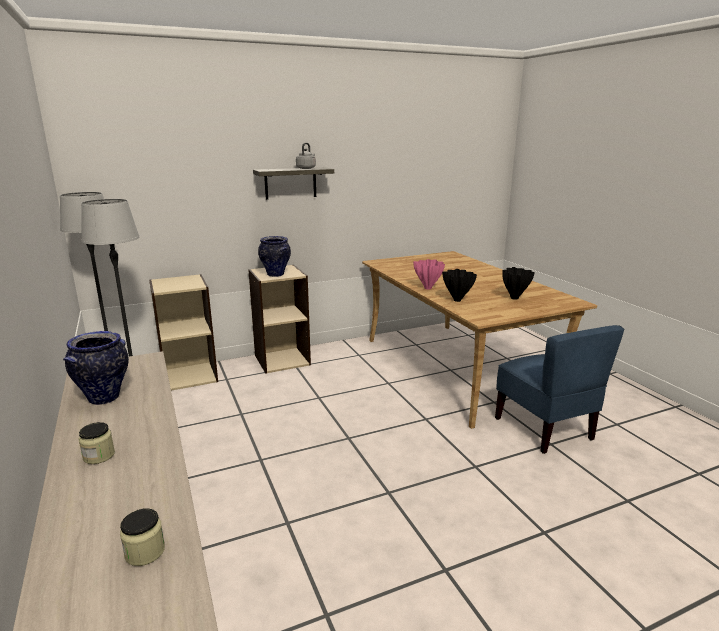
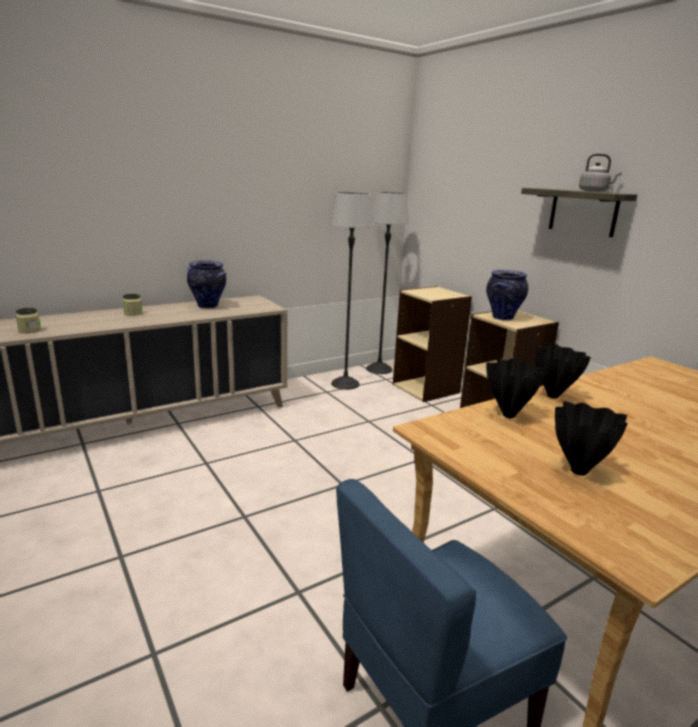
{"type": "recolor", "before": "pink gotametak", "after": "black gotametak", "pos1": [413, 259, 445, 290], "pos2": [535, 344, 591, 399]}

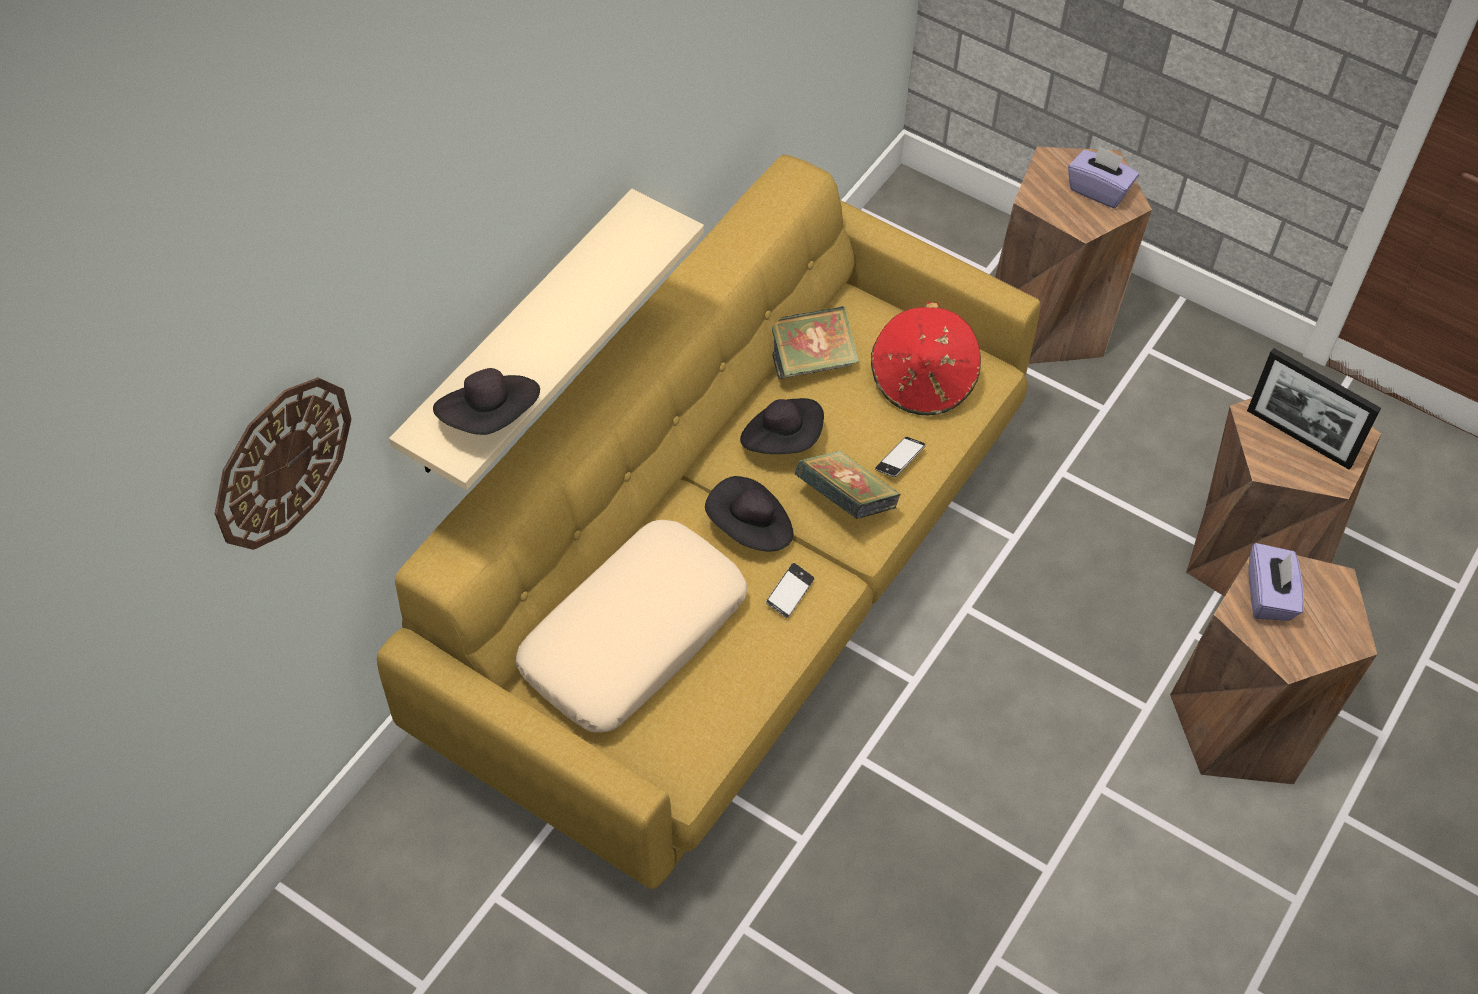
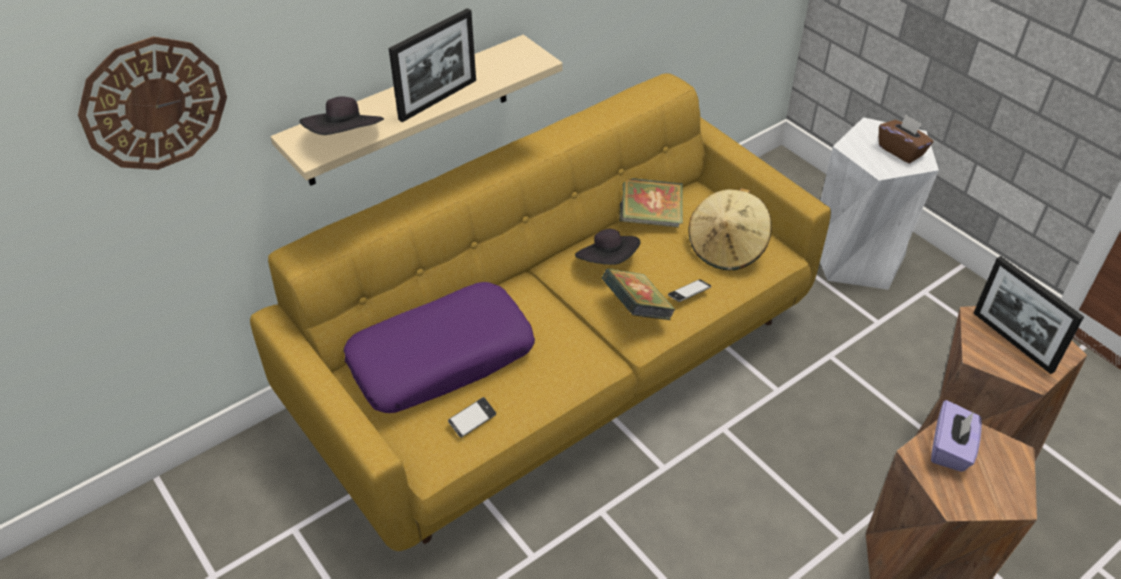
{"type": "recolor", "before": "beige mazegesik", "after": "purple mazegesik", "pos1": [516, 520, 747, 733], "pos2": [344, 282, 535, 413]}
{"type": "delete", "before": "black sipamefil", "pos1": [705, 476, 793, 551]}
{"type": "move", "before": "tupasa", "pos1": [766, 563, 814, 618], "pos2": [448, 397, 496, 438]}
{"type": "recolor", "before": "red sipamefil", "after": "beige sipamefil", "pos1": [871, 302, 981, 415], "pos2": [688, 188, 772, 271]}
{"type": "recolor", "before": "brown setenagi", "after": "white setenagi", "pos1": [995, 147, 1152, 364], "pos2": [820, 117, 939, 289]}
{"type": "recolor", "before": "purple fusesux", "after": "brown fusesux", "pos1": [1068, 146, 1139, 208], "pos2": [879, 114, 933, 164]}
{"type": "insert", "after": "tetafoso", "pos2": [389, 8, 476, 122]}

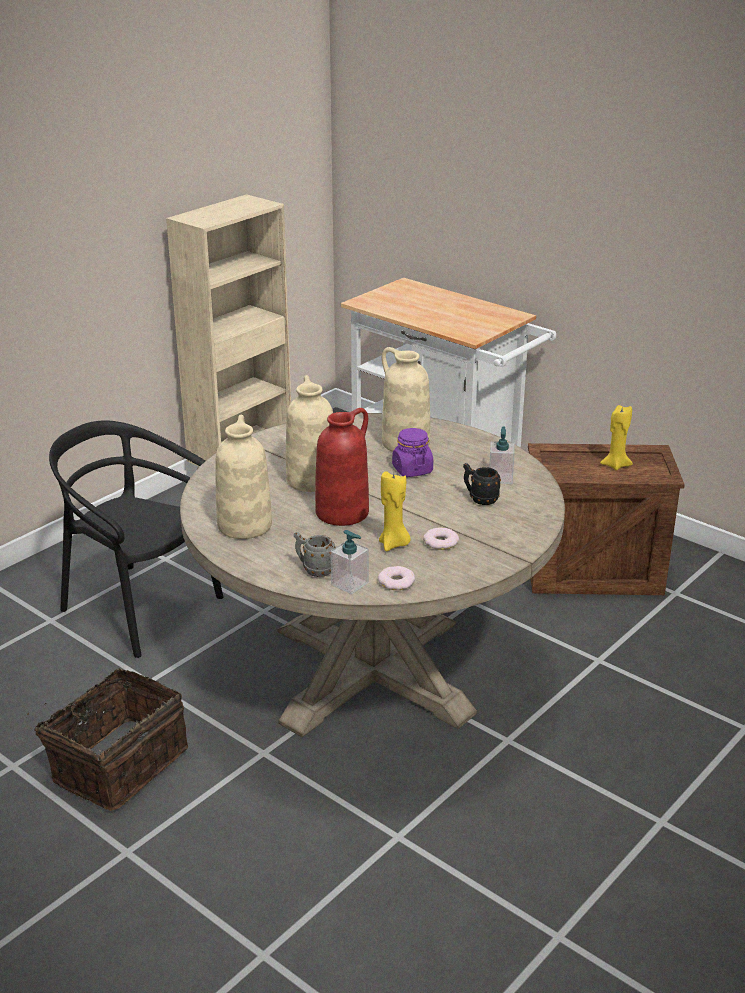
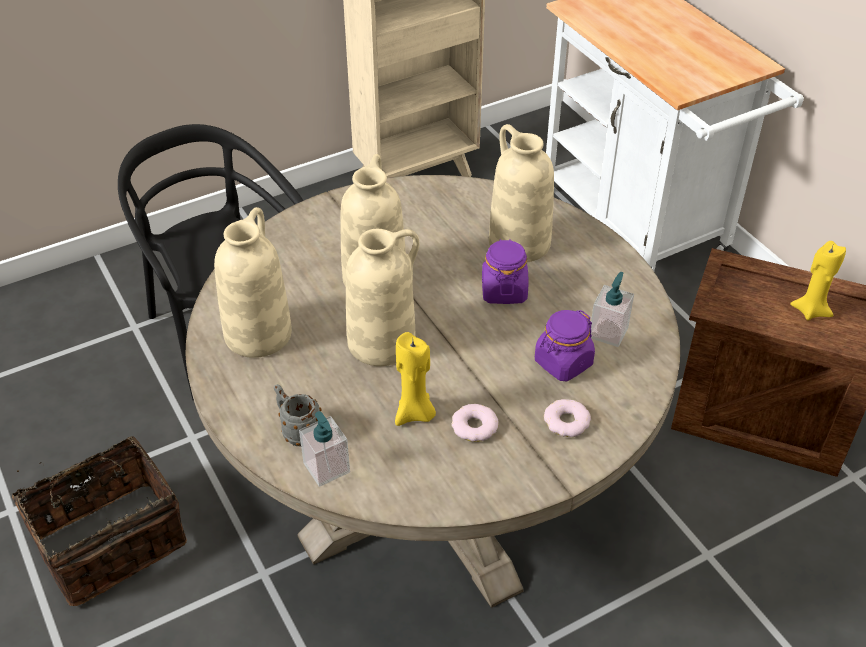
{"type": "recolor", "before": "red gotametak", "after": "beige gotametak", "pos1": [315, 408, 369, 526], "pos2": [346, 229, 420, 366]}
{"type": "move", "before": "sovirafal", "pos1": [378, 566, 415, 590], "pos2": [544, 399, 591, 437]}
{"type": "replace", "before": "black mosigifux", "after": "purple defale", "pos1": [463, 463, 501, 505], "pos2": [535, 310, 595, 381]}

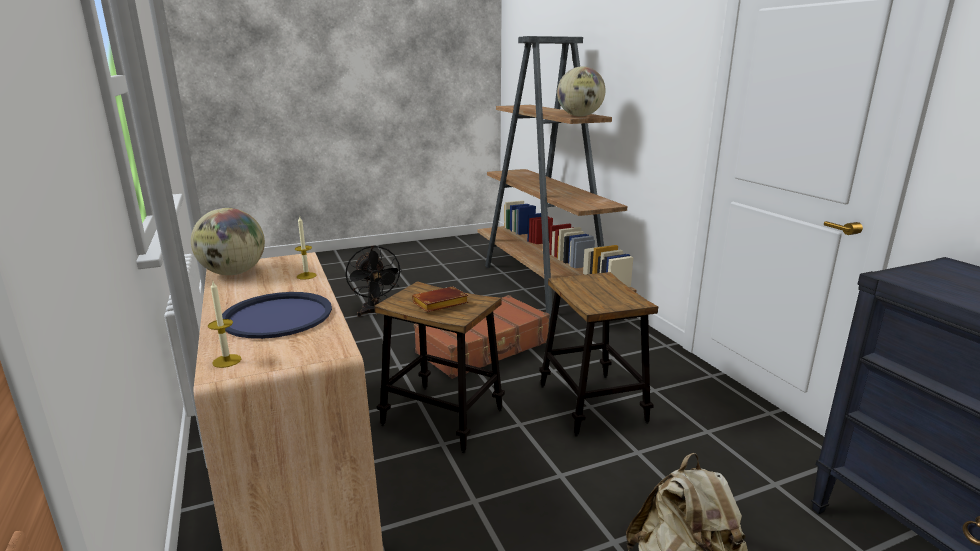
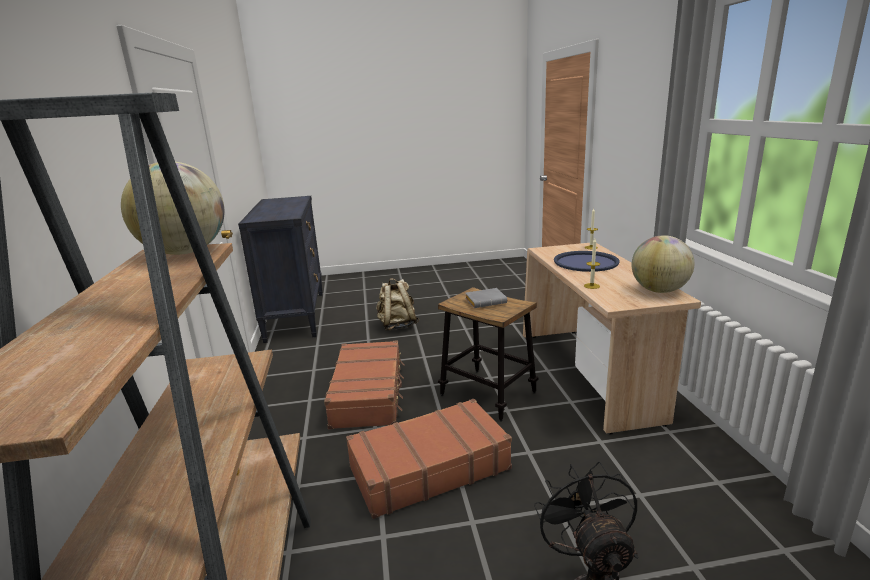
{"type": "recolor", "before": "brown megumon", "after": "grey megumon", "pos1": [412, 286, 469, 312], "pos2": [465, 288, 507, 308]}
{"type": "replace", "before": "setenagi", "after": "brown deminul", "pos1": [539, 272, 658, 436], "pos2": [324, 340, 404, 429]}

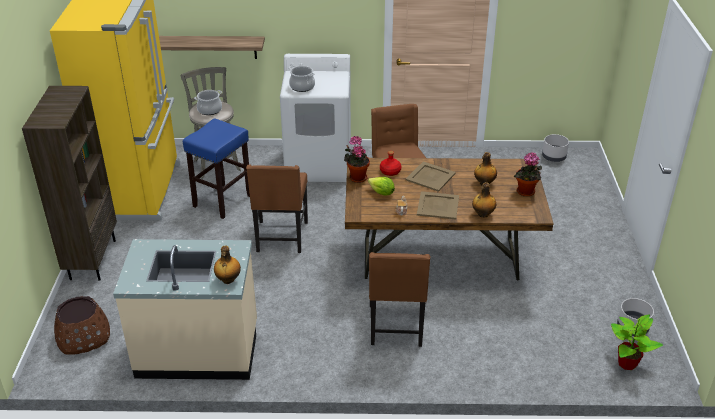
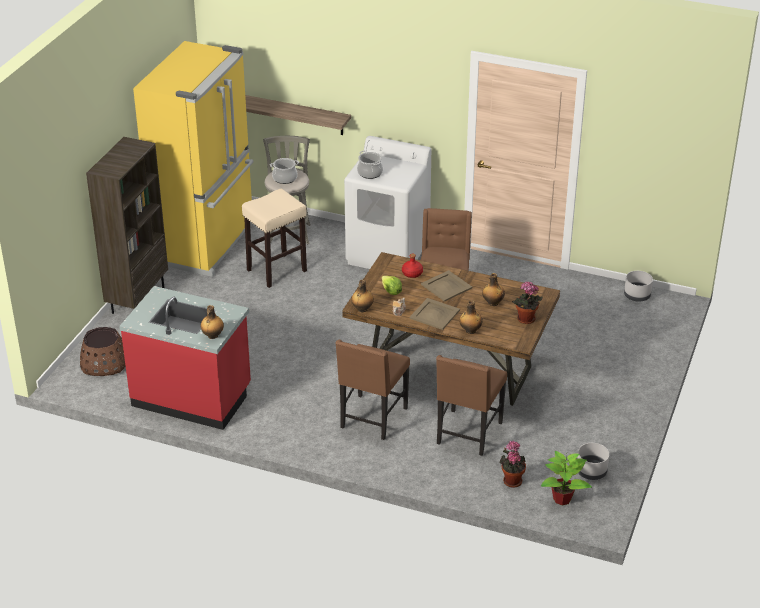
{"type": "recolor", "before": "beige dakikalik", "after": "red dakikalik", "pos1": [113, 239, 257, 380], "pos2": [119, 286, 251, 430]}
{"type": "recolor", "before": "blue setenagi", "after": "beige setenagi", "pos1": [183, 119, 250, 219], "pos2": [242, 189, 307, 288]}
{"type": "move", "before": "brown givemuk", "pos1": [246, 165, 308, 253], "pos2": [436, 355, 507, 456]}
{"type": "move", "before": "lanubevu", "pos1": [344, 136, 370, 183], "pos2": [500, 441, 526, 488]}
{"type": "insert", "after": "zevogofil", "pos2": [351, 280, 374, 312]}

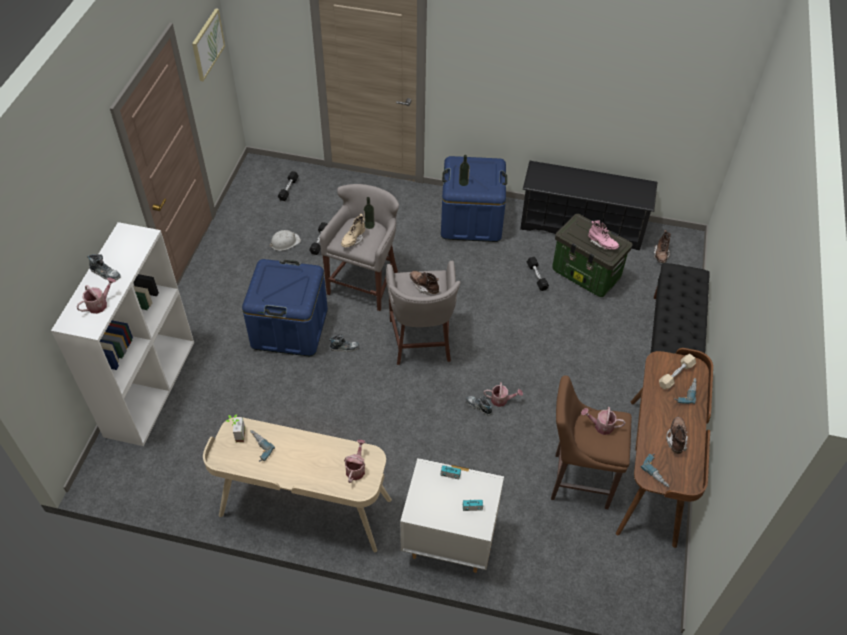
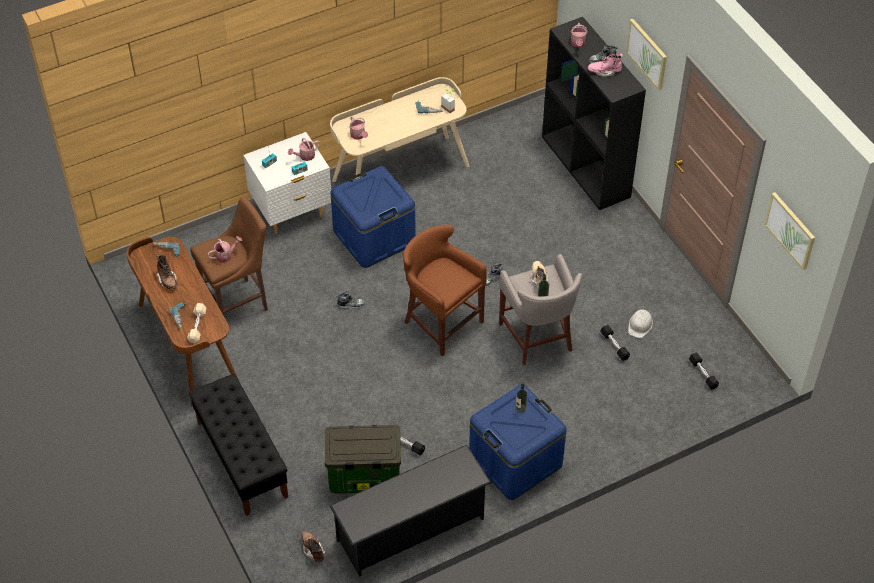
{"type": "recolor", "before": "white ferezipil", "after": "black ferezipil", "pos1": [51, 222, 194, 446], "pos2": [542, 17, 646, 210]}
{"type": "move", "before": "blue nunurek", "pos1": [242, 259, 328, 356], "pos2": [330, 166, 416, 268]}
{"type": "recolor", "before": "grey setenagi", "after": "brown setenagi", "pos1": [386, 261, 461, 365], "pos2": [403, 225, 486, 357]}
{"type": "delete", "before": "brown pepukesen", "pos1": [410, 271, 439, 295]}
{"type": "move", "before": "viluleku", "pos1": [484, 382, 523, 407], "pos2": [288, 138, 320, 161]}
{"type": "move", "before": "pink pepukesen", "pos1": [588, 220, 619, 250], "pos2": [588, 54, 623, 76]}
{"type": "insert", "after": "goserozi", "pos2": [626, 19, 667, 90]}

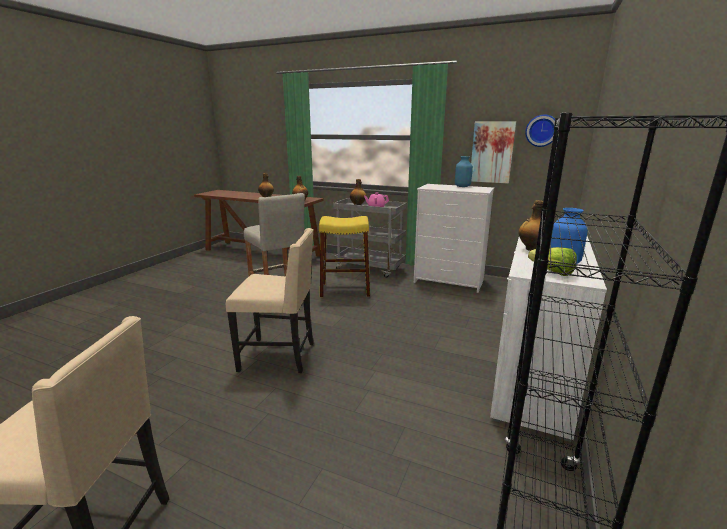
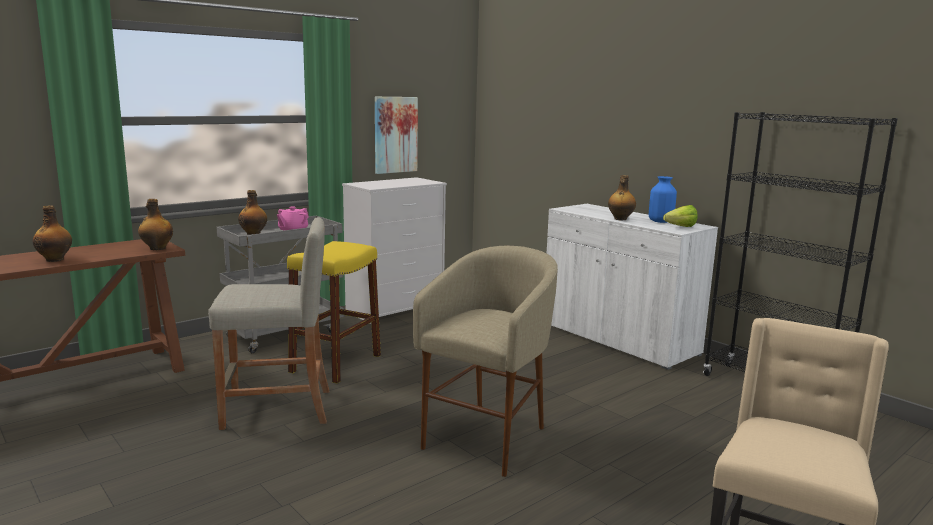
{"type": "replace", "before": "beige givemuk", "after": "beige setenagi", "pos1": [226, 228, 314, 373], "pos2": [413, 246, 558, 477]}
{"type": "delete", "before": "blue gotametak", "pos1": [455, 156, 473, 187]}
{"type": "delete", "before": "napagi", "pos1": [525, 114, 555, 147]}

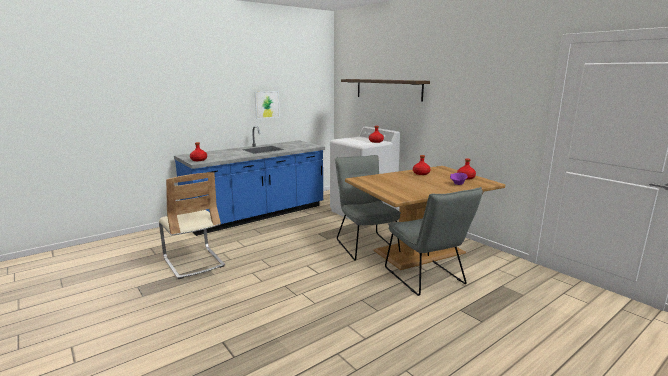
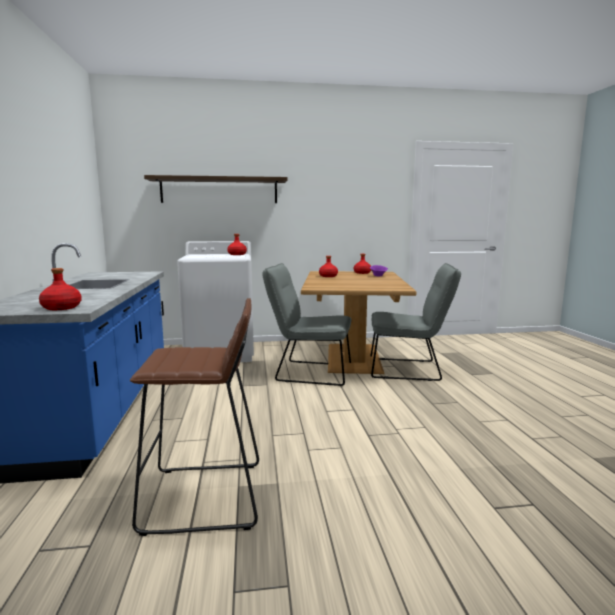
{"type": "replace", "before": "beige givemuk", "after": "brown setenagi", "pos1": [159, 172, 225, 279], "pos2": [130, 298, 259, 536]}
{"type": "delete", "before": "goserozi", "pos1": [255, 91, 280, 119]}

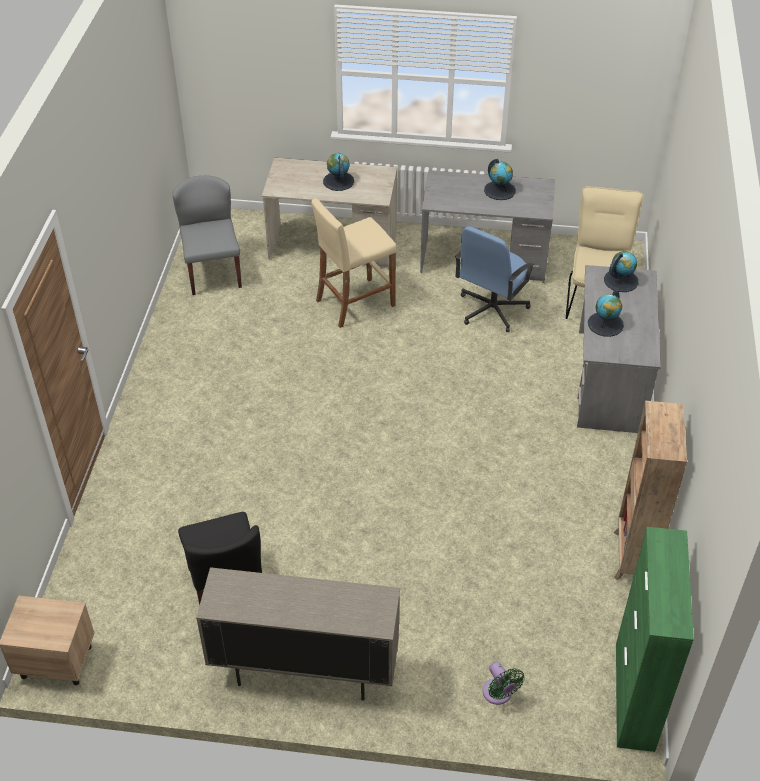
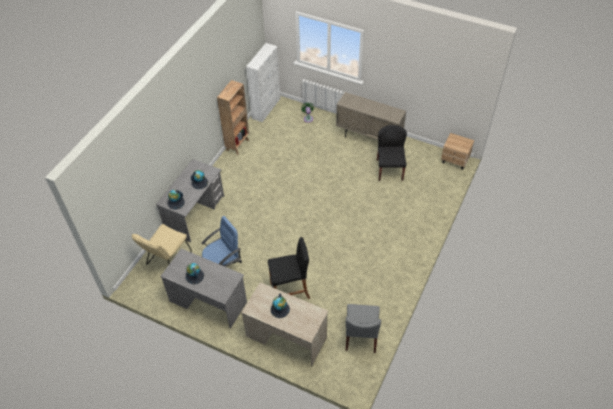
{"type": "recolor", "before": "beige setenagi", "after": "black setenagi", "pos1": [311, 198, 396, 328], "pos2": [268, 237, 310, 299]}
{"type": "recolor", "before": "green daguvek", "after": "white daguvek", "pos1": [616, 527, 694, 752], "pos2": [246, 43, 280, 122]}

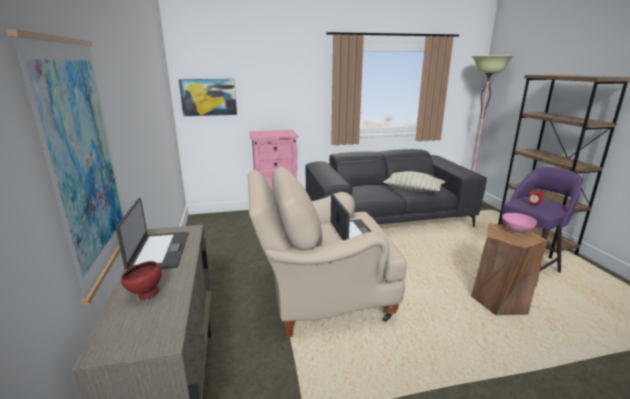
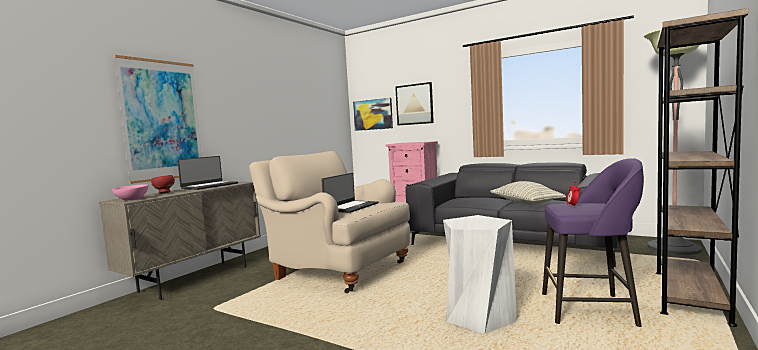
{"type": "recolor", "before": "brown setenagi", "after": "white setenagi", "pos1": [471, 224, 547, 315], "pos2": [443, 215, 517, 334]}
{"type": "move", "before": "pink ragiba", "pos1": [502, 213, 537, 233], "pos2": [112, 184, 148, 200]}
{"type": "insert", "after": "goserozi", "pos2": [395, 82, 434, 126]}

